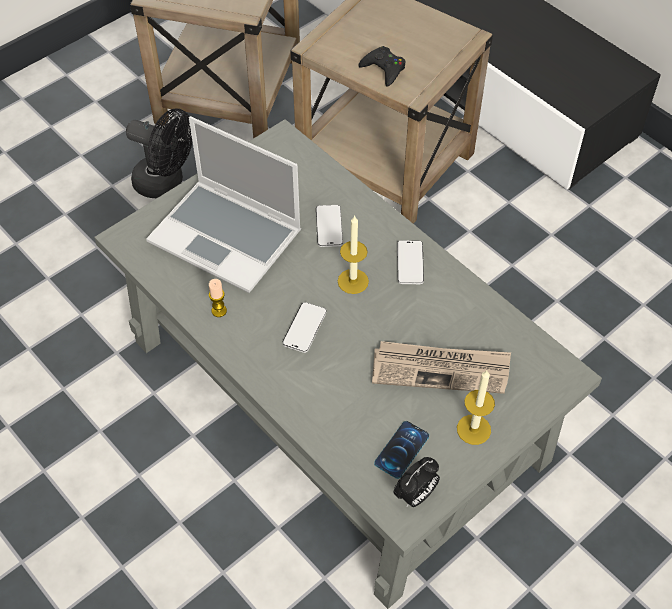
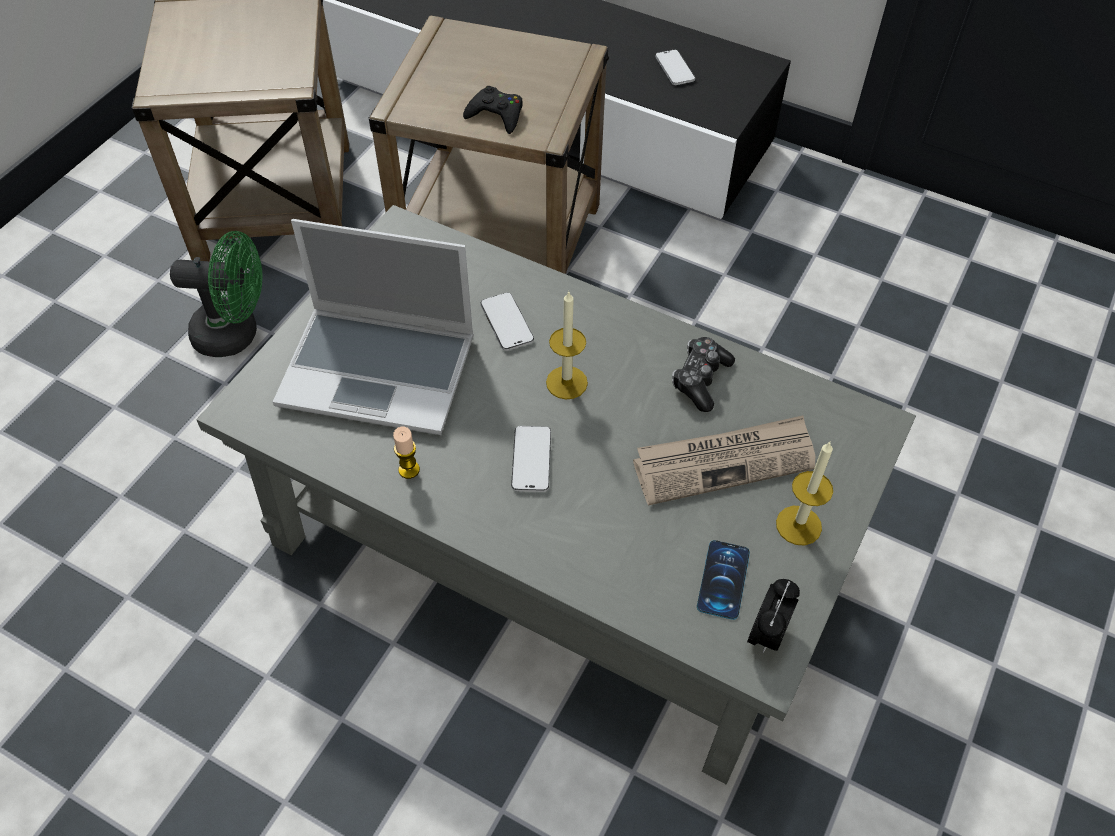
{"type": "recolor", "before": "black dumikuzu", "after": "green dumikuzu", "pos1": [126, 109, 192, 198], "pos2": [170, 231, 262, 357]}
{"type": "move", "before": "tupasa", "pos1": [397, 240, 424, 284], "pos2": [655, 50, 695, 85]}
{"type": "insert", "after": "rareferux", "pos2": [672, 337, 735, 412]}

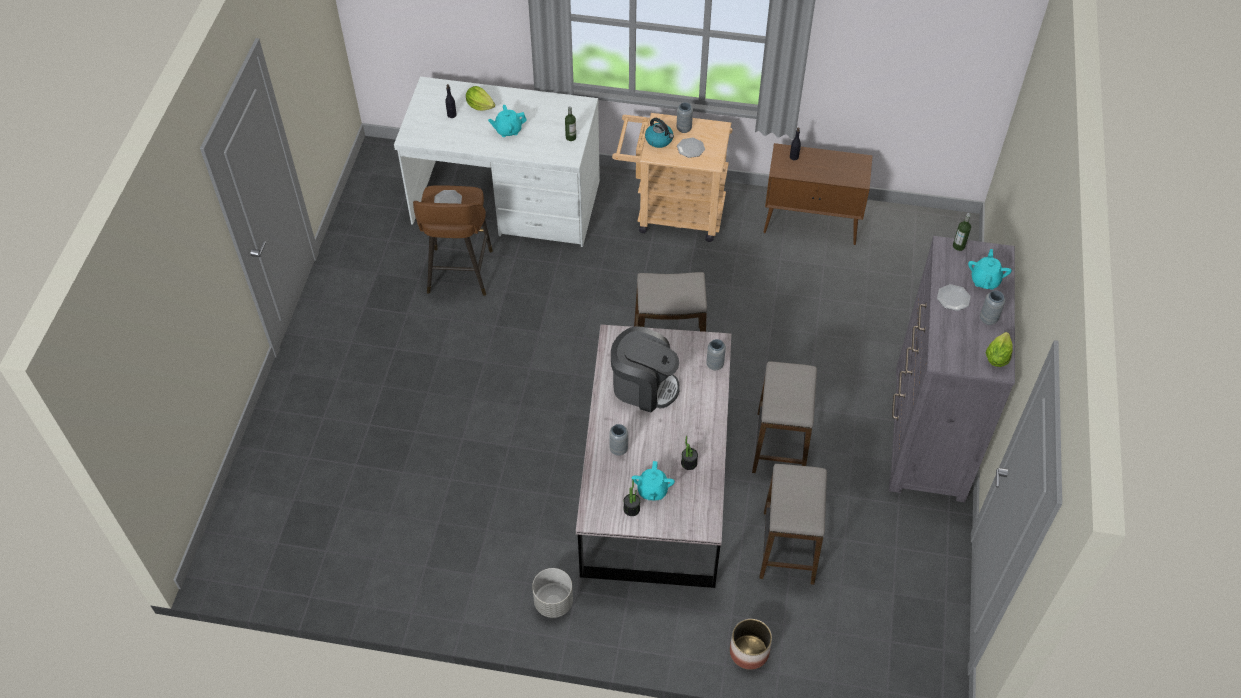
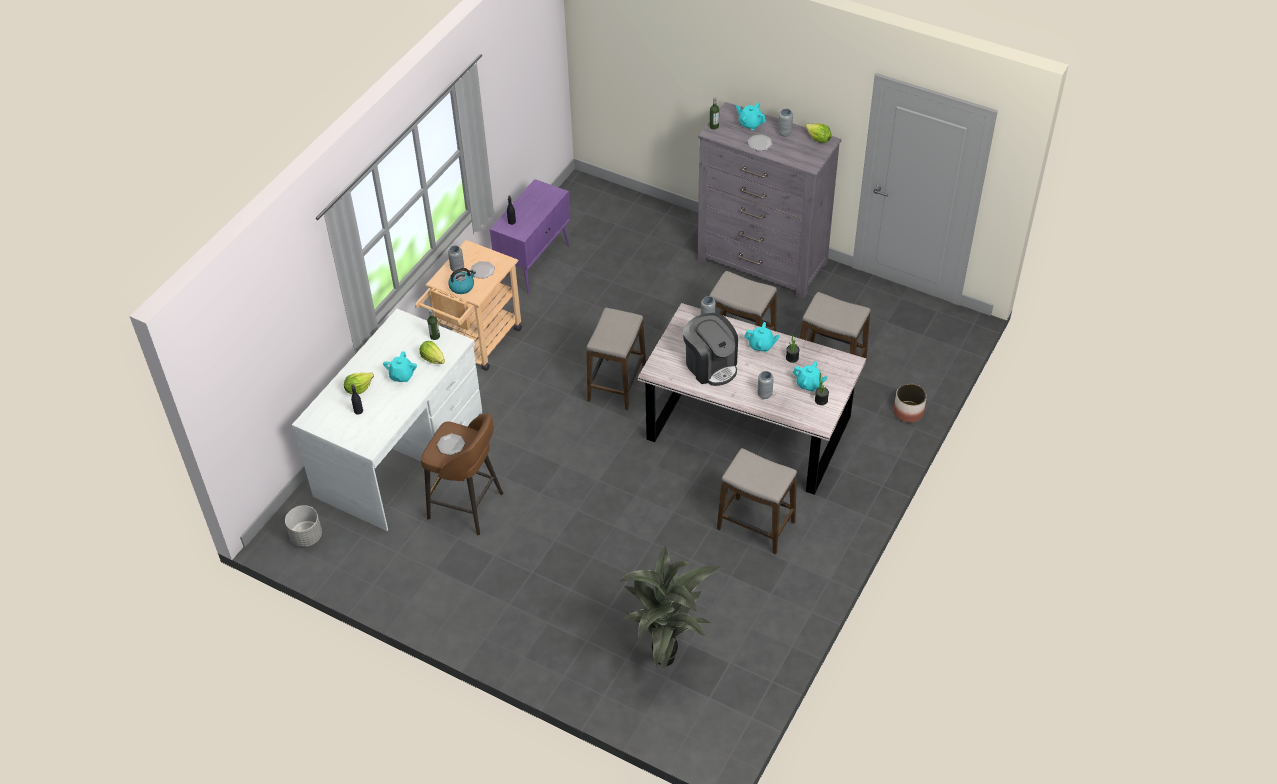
{"type": "move", "before": "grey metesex", "pos1": [532, 568, 573, 618], "pos2": [285, 505, 322, 547]}
{"type": "rotate", "before": "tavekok", "pos1": [611, 326, 680, 412], "pos2": [683, 313, 738, 386], "turn": 105}
{"type": "recolor", "before": "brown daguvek", "after": "purple daguvek", "pos1": [763, 143, 873, 245], "pos2": [490, 179, 571, 294]}
{"type": "insert", "after": "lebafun", "pos2": [420, 341, 445, 364]}
{"type": "insert", "after": "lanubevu", "pos2": [620, 545, 721, 669]}
{"type": "insert", "after": "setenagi", "pos2": [717, 448, 797, 554]}
{"type": "insert", "after": "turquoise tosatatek", "pos2": [744, 322, 780, 352]}

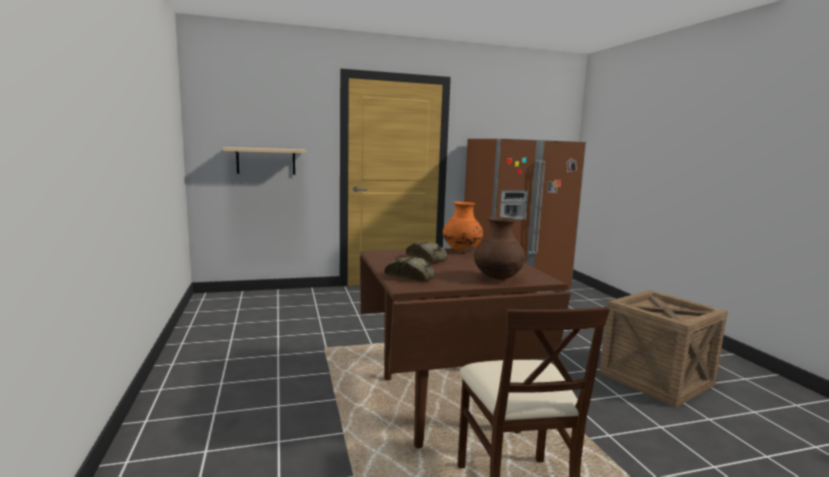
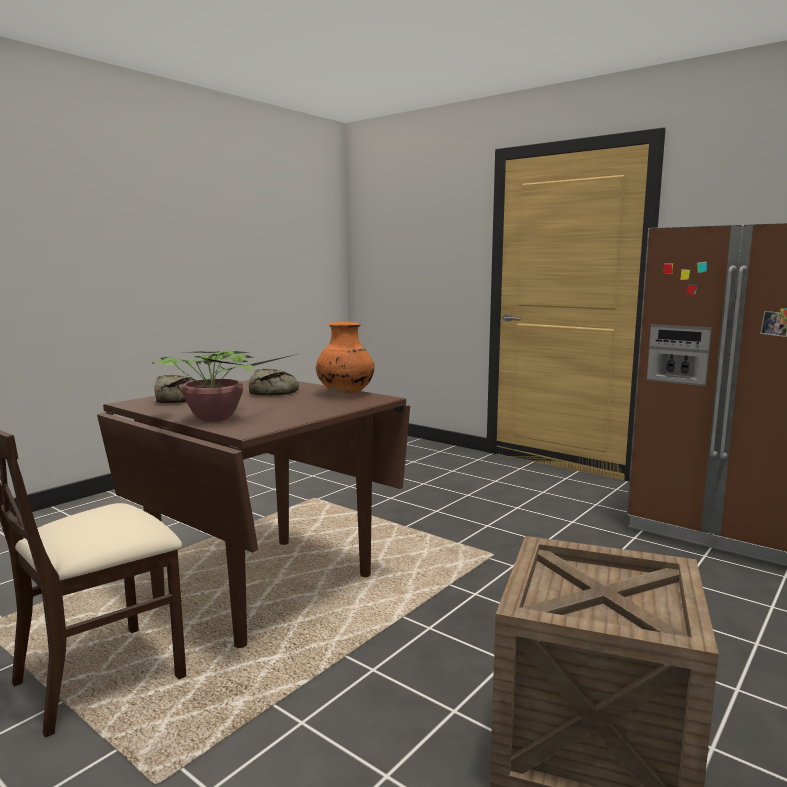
{"type": "delete", "before": "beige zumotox", "pos1": [223, 147, 306, 175]}
{"type": "replace", "before": "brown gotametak", "after": "lanubevu", "pos1": [474, 217, 525, 280], "pos2": [152, 351, 297, 422]}

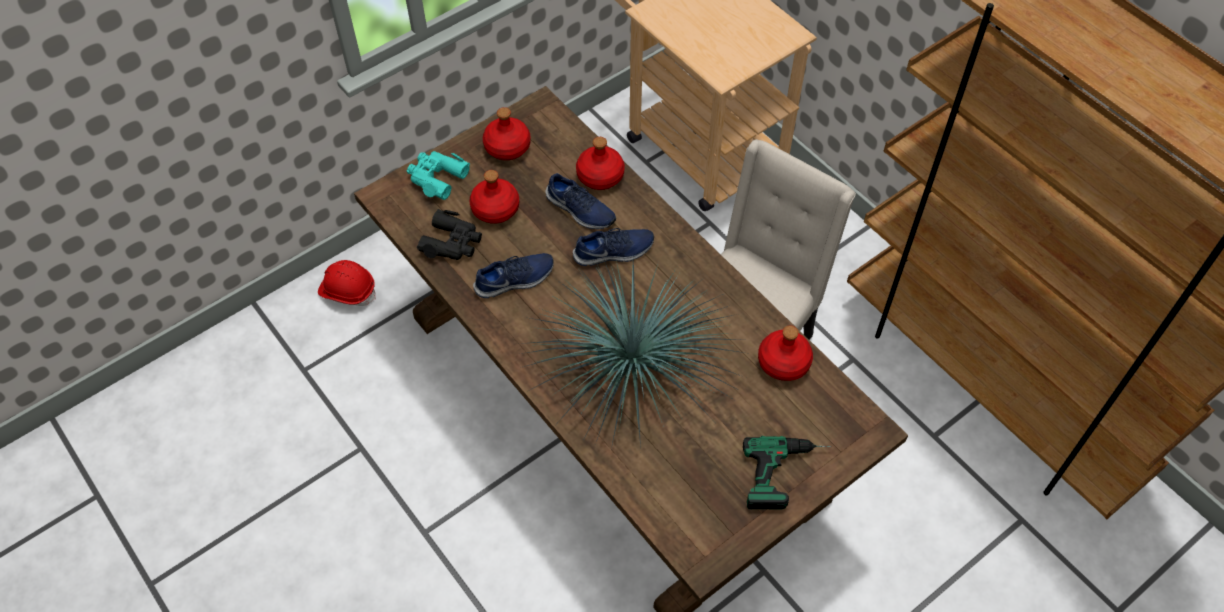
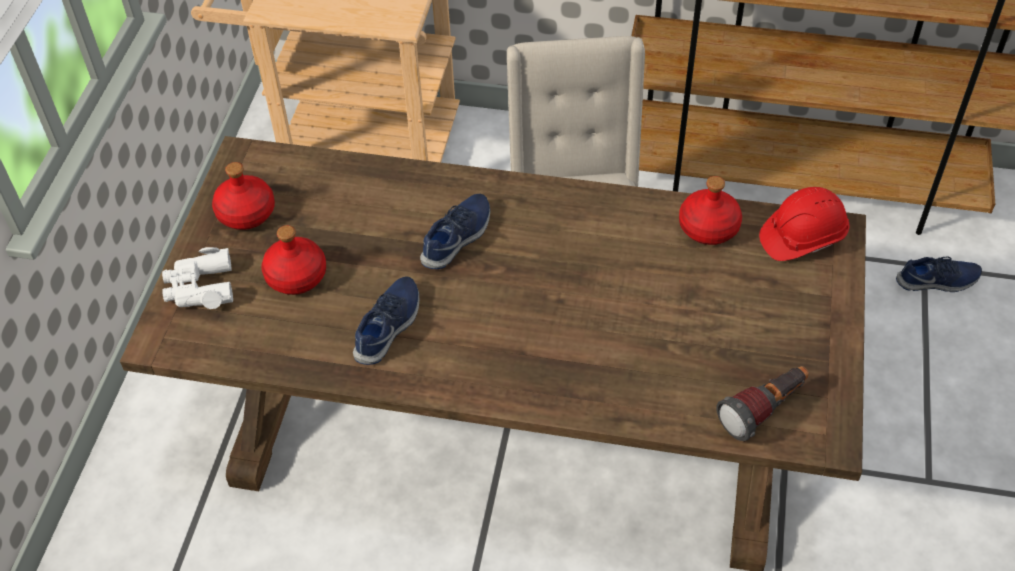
{"type": "move", "before": "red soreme", "pos1": [318, 260, 376, 306], "pos2": [759, 187, 850, 261]}
{"type": "recolor", "before": "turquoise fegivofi", "after": "white fegivofi", "pos1": [407, 151, 470, 200], "pos2": [162, 247, 233, 309]}
{"type": "delete", "before": "black fegivofi", "pos1": [417, 209, 482, 260]}
{"type": "delete", "before": "lanubevu", "pos1": [520, 260, 744, 449]}
{"type": "move", "before": "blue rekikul", "pos1": [546, 173, 616, 229], "pos2": [896, 257, 982, 292]}
{"type": "delete", "before": "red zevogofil", "pos1": [576, 137, 625, 190]}
{"type": "delete", "before": "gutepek", "pos1": [743, 436, 831, 510]}
{"type": "insert", "after": "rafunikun", "pos2": [716, 366, 809, 442]}

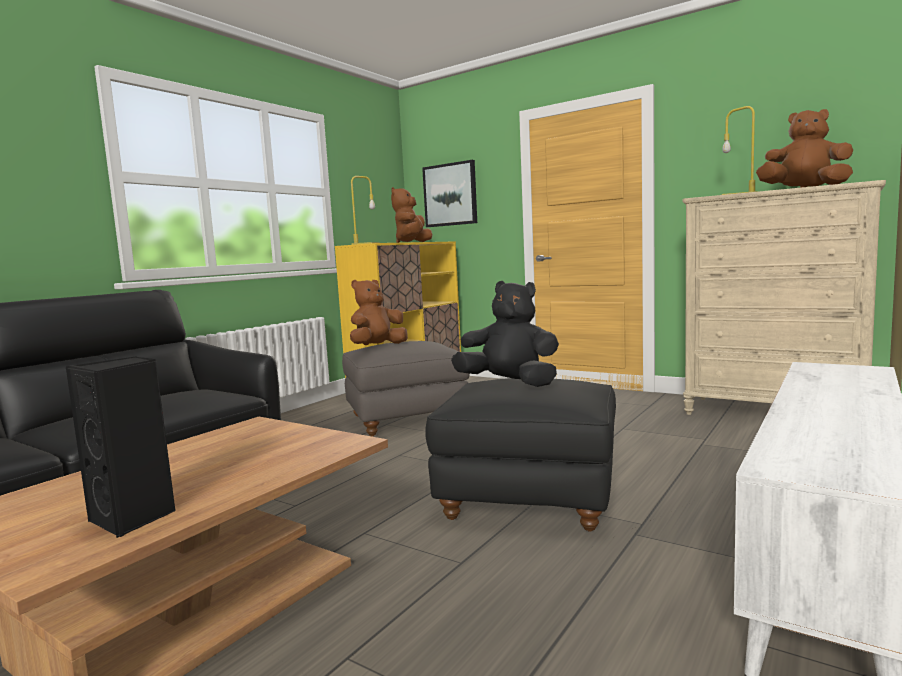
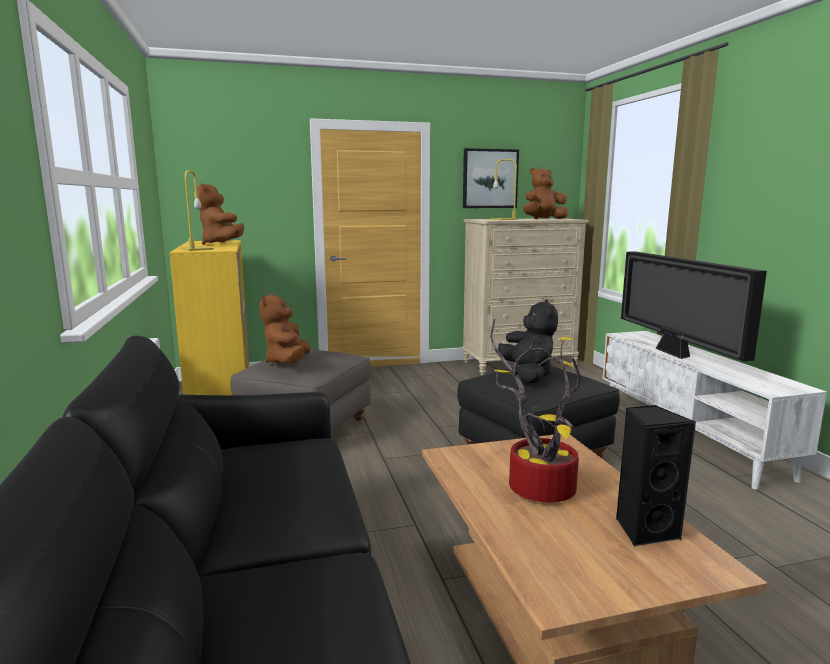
{"type": "move", "before": "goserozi", "pos1": [422, 160, 477, 227], "pos2": [463, 148, 519, 208]}
{"type": "rotate", "before": "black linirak", "pos1": [451, 281, 559, 387], "pos2": [498, 299, 558, 383], "turn": 105}
{"type": "insert", "after": "lanubevu", "pos2": [490, 319, 581, 503]}
{"type": "insert", "after": "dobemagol", "pos2": [621, 251, 767, 361]}

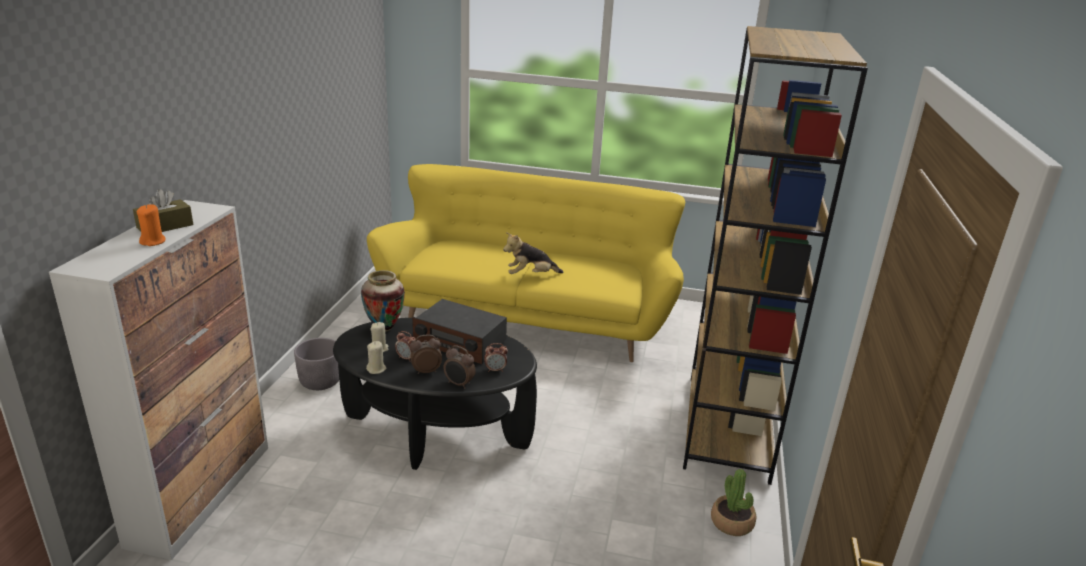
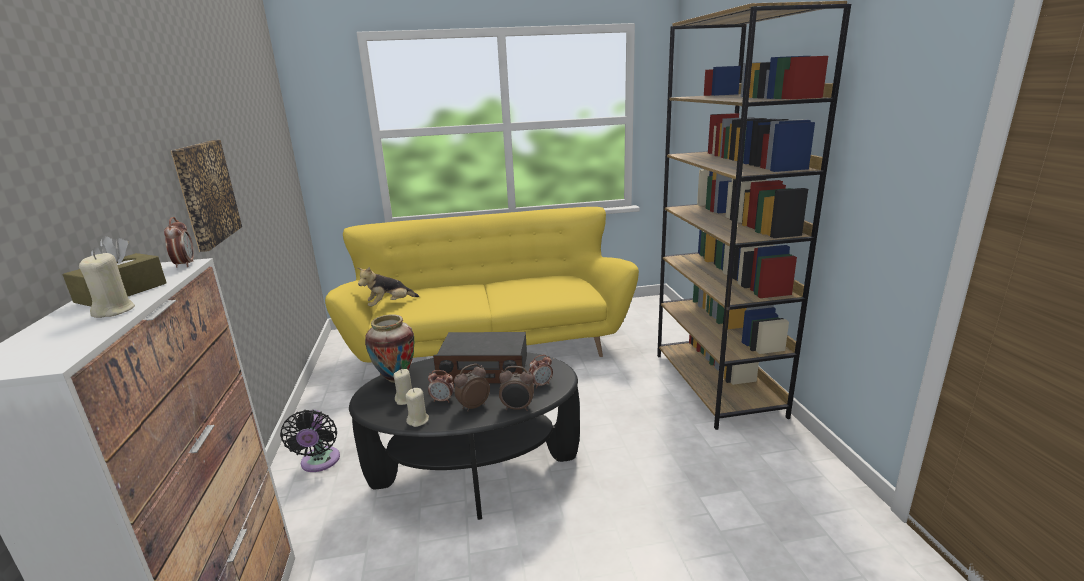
{"type": "recolor", "before": "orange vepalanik", "after": "beige vepalanik", "pos1": [137, 204, 166, 246], "pos2": [79, 253, 135, 318]}
{"type": "replace", "before": "grey metesex", "after": "black dumikuzu", "pos1": [294, 338, 339, 390], "pos2": [280, 410, 340, 472]}
{"type": "move", "before": "linirak", "pos1": [503, 232, 563, 274], "pos2": [357, 267, 419, 307]}
{"type": "delete", "before": "lanubevu", "pos1": [711, 469, 756, 536]}
{"type": "insert", "after": "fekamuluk", "pos2": [164, 217, 194, 268]}
{"type": "insert", "after": "goserozi", "pos2": [171, 140, 242, 252]}

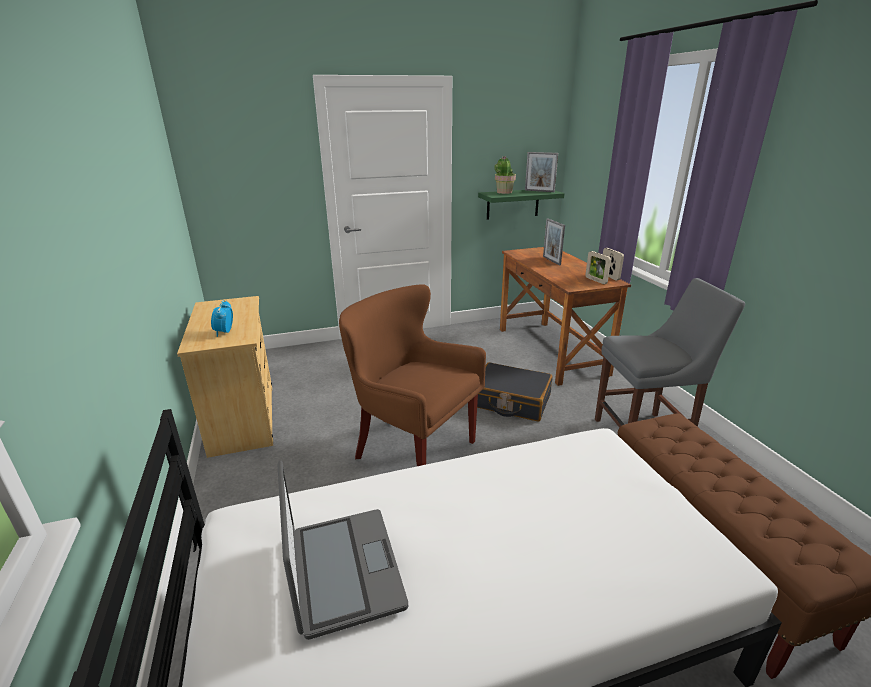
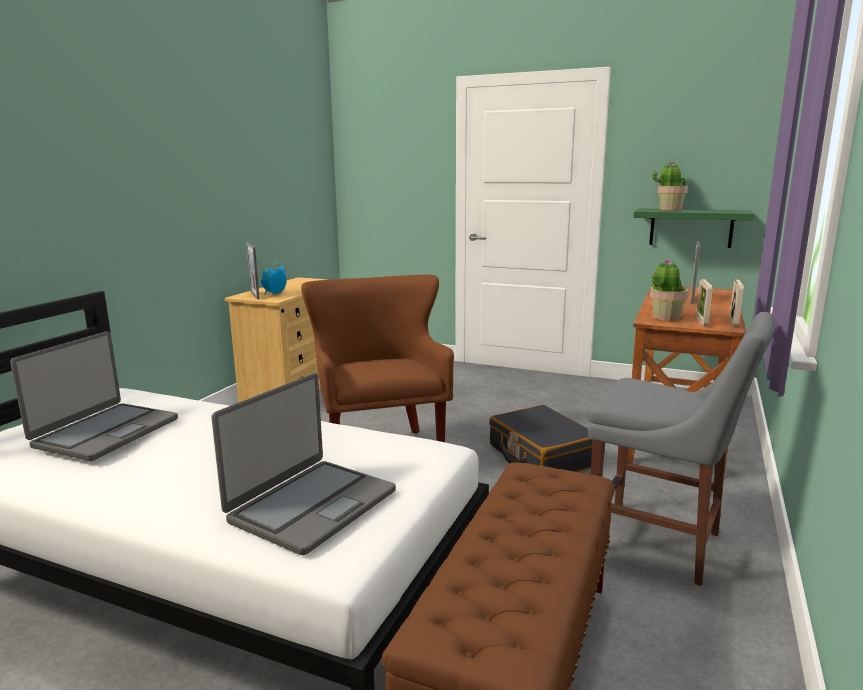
{"type": "move", "before": "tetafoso", "pos1": [525, 152, 558, 192], "pos2": [246, 243, 260, 299]}
{"type": "insert", "after": "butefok", "pos2": [211, 373, 396, 555]}
{"type": "insert", "after": "lanubevu", "pos2": [650, 259, 689, 321]}

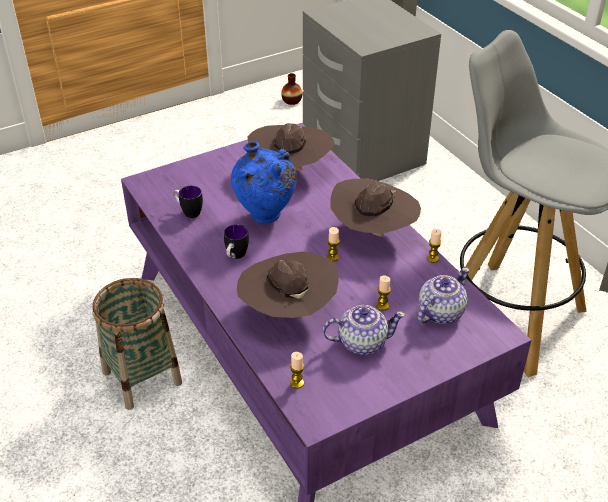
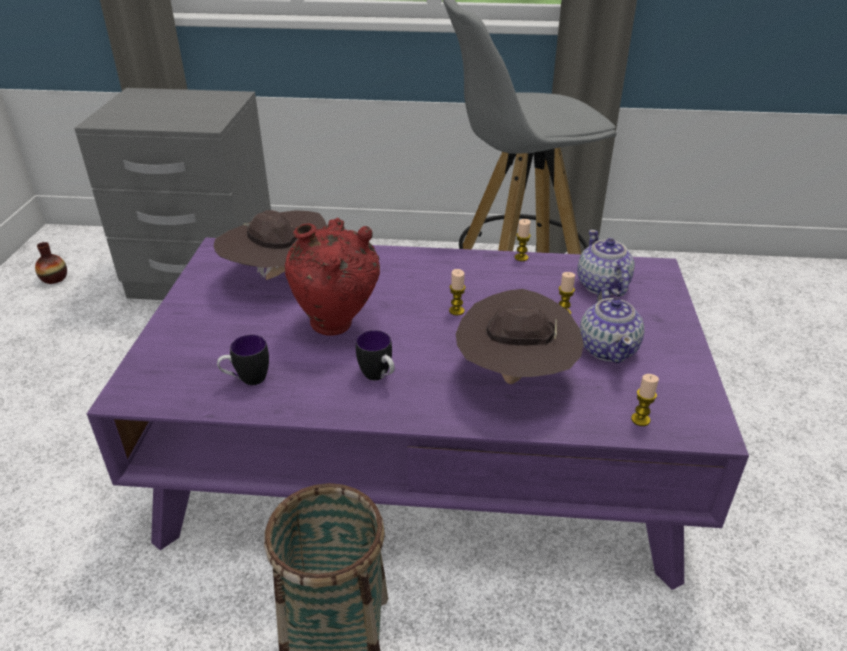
{"type": "recolor", "before": "blue gotametak", "after": "red gotametak", "pos1": [231, 142, 297, 224], "pos2": [285, 218, 380, 336]}
{"type": "rotate", "before": "tosatatek", "pos1": [322, 305, 405, 355], "pos2": [580, 288, 644, 363], "turn": 150}
{"type": "delete", "before": "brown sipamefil", "pos1": [330, 178, 421, 237]}

